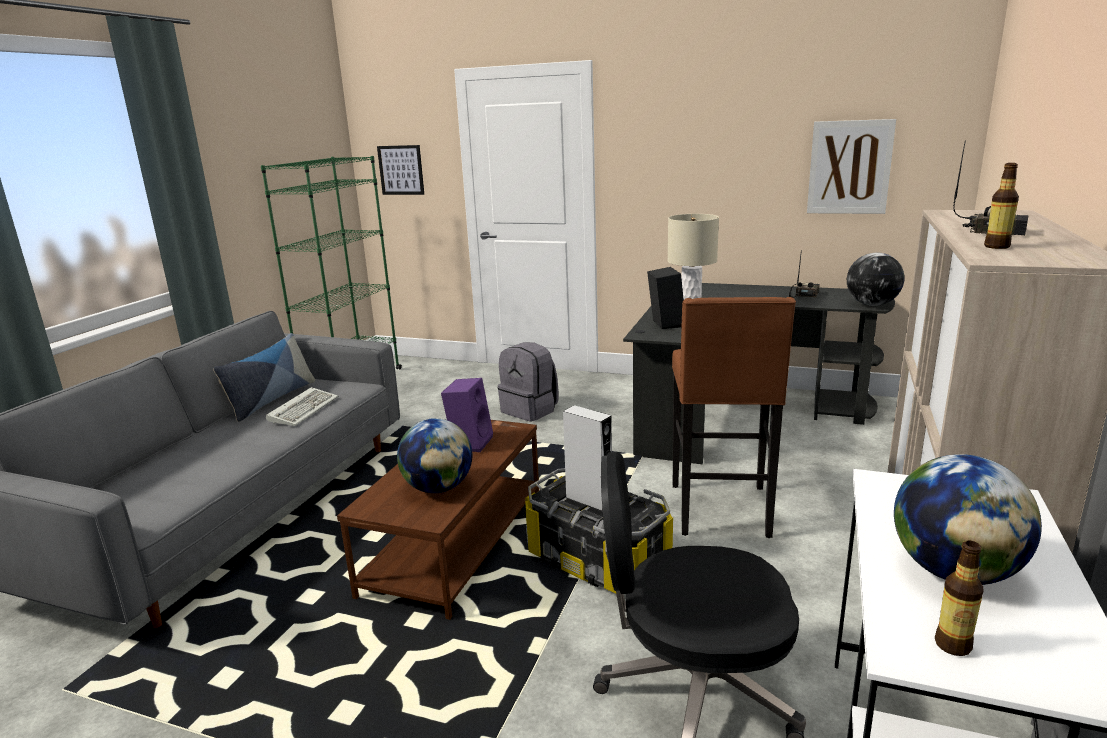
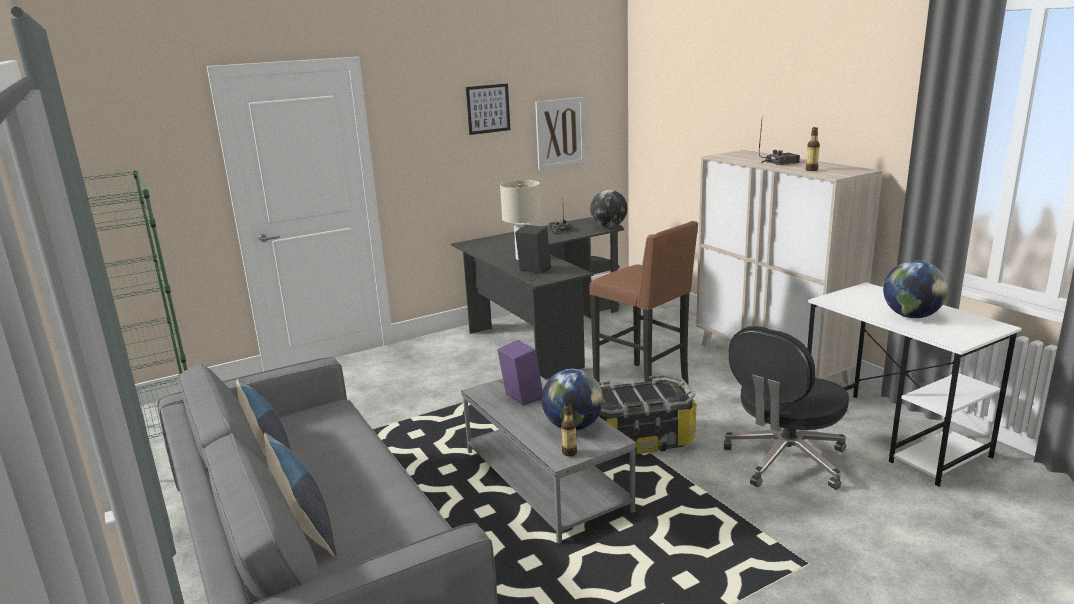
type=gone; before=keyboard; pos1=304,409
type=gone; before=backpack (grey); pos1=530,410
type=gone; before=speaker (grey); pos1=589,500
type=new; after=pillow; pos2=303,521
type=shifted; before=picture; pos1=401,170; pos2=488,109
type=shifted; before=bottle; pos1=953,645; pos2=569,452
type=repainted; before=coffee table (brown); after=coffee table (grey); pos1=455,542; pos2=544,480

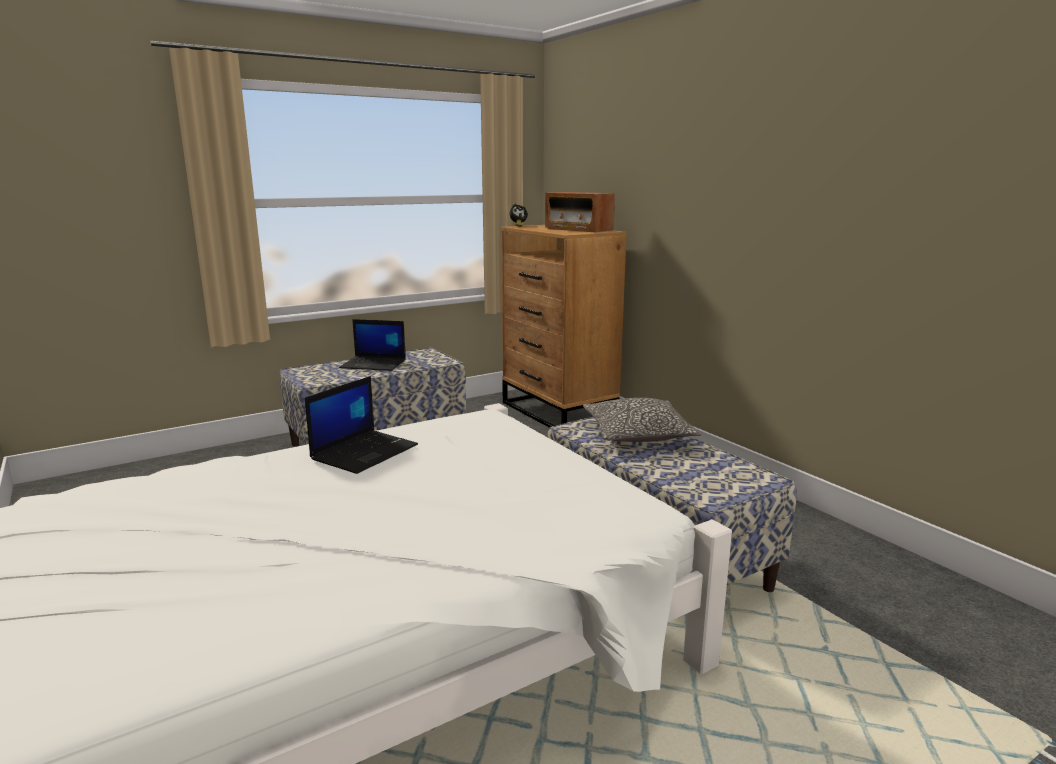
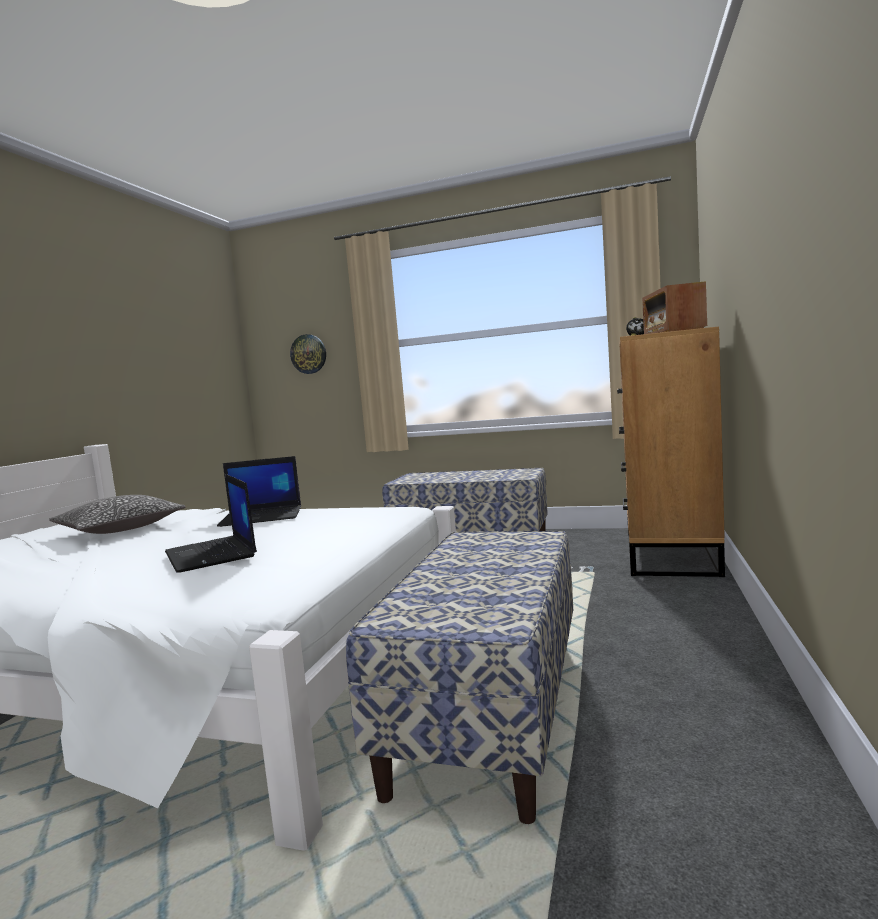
type=new; after=wall clock; pos2=308,354
type=shifted; before=laptop; pos1=374,364; pos2=212,554
type=shifted; before=pillow; pos1=638,434; pos2=120,529

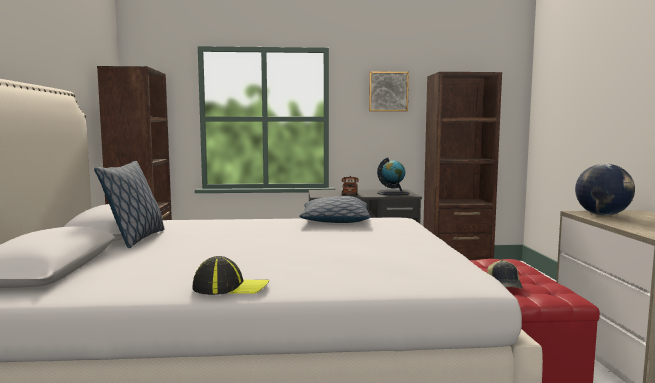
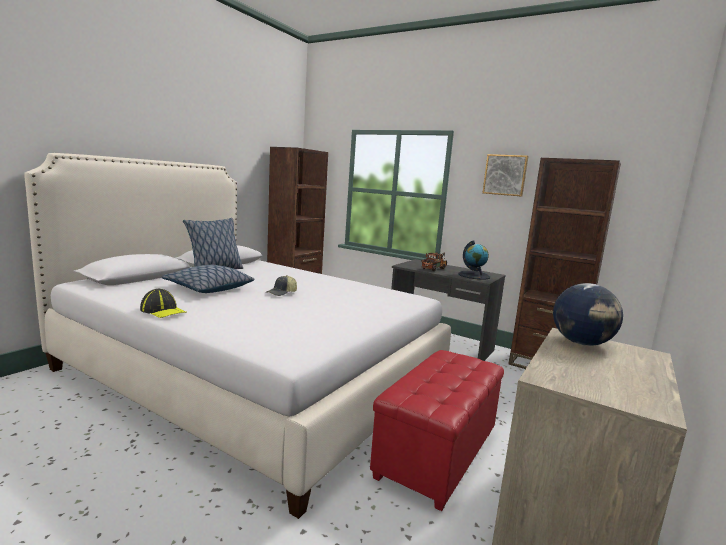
type=shifted; before=pillow; pos1=335,221; pos2=208,288
type=shifted; before=cap; pos1=504,284; pos2=282,293

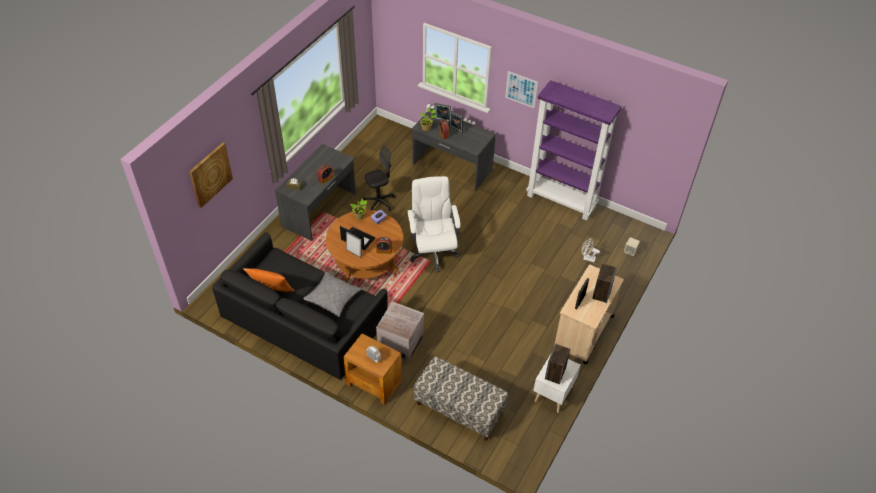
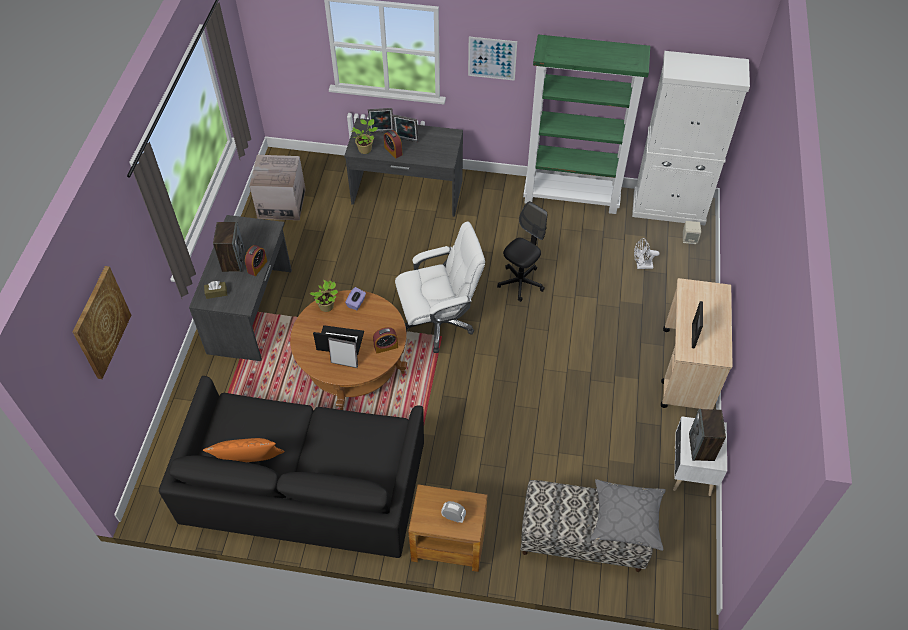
type=new; after=cabinet (white); pos2=669,208
type=shifted; before=pillow (grey); pos1=332,297; pos2=626,518
type=shifted; before=office chair (black); pos1=379,202; pos2=520,283
type=shifted; before=cardboard box; pos1=400,343; pos2=281,203
type=shifted; before=speaker; pos1=601,293; pos2=233,261
type=repainted; before=bookcase (purple); after=bookcase (green); pos1=562,201; pos2=572,197
type=rotated; before=office chair (white); pos1=433,252; pos2=439,322; turn=105

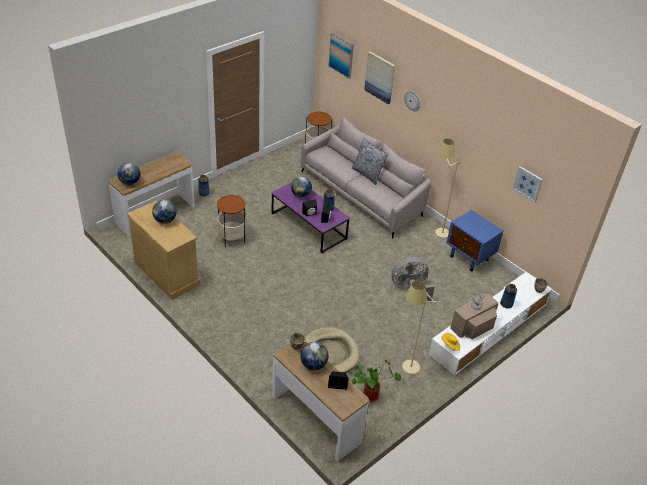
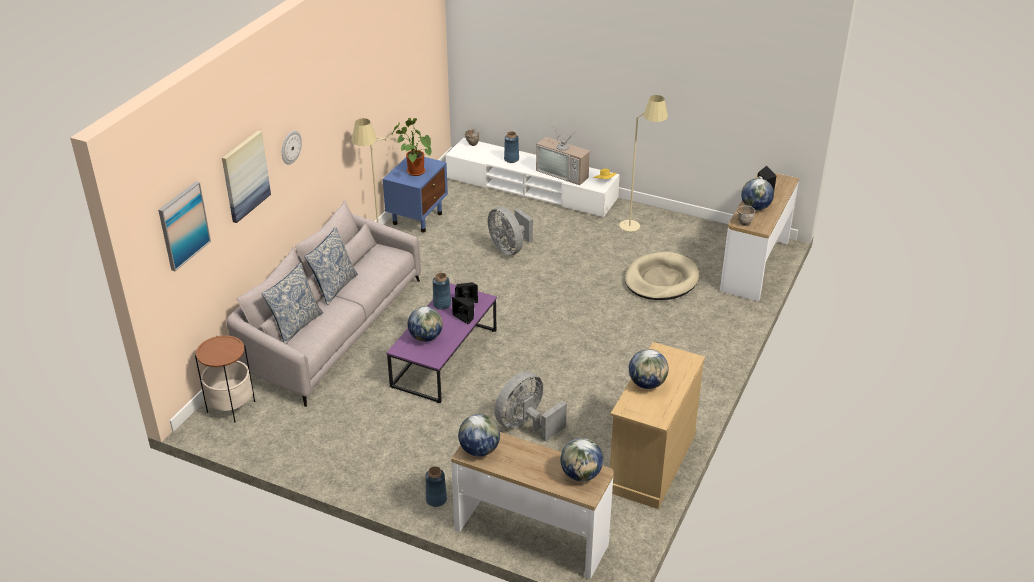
type=gone; before=picture; pos1=528,184
type=new; after=pillow; pos2=296,325
type=new; after=globe; pos2=479,450
type=shifted; before=potted plant; pos1=372,395; pos2=414,171
type=swapped; before=side table; after=fan (grey); pos1=231,238; pos2=526,425

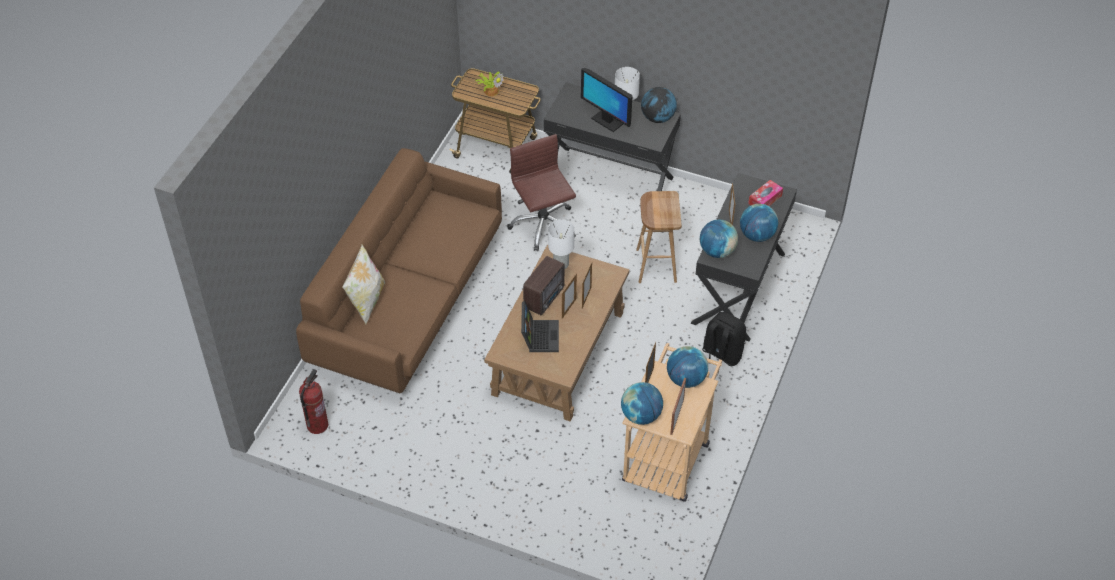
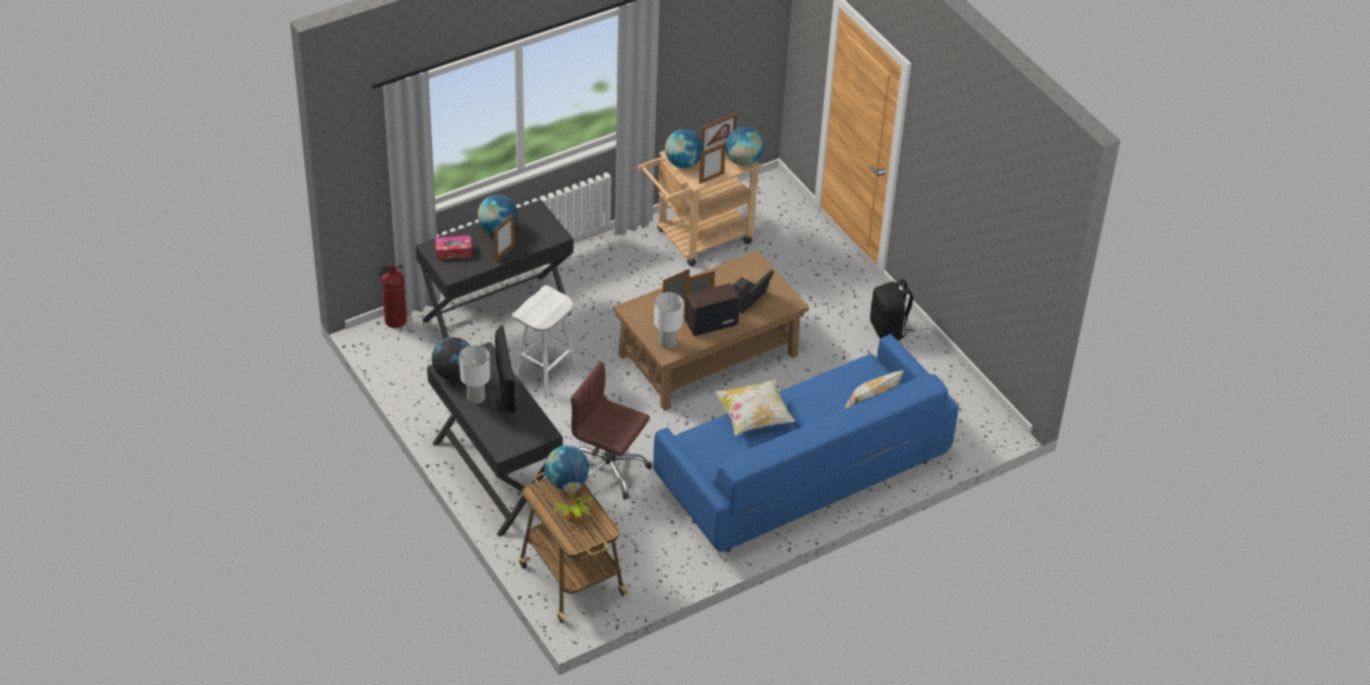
type=new; after=pillow; pos2=753,418
type=shifted; before=fire extinguisher; pos1=317,425; pos2=395,321
type=shifted; before=globe; pos1=717,251; pos2=567,482
type=shifted; before=backpack (black); pos1=721,355; pos2=889,330
type=repainted; before=sofa (brown); after=sofa (blue); pos1=410,300; pos2=800,473
type=repainted; before=stool (brown); after=stool (white); pos1=655,265; pos2=545,375
type=rotated; before=office chair (brown); pos1=542,225; pos2=608,470; turn=105

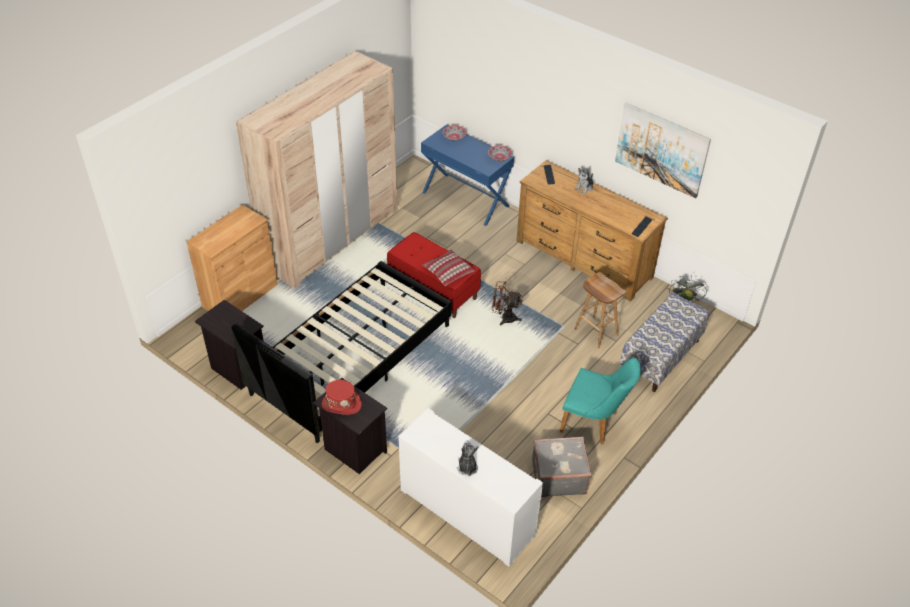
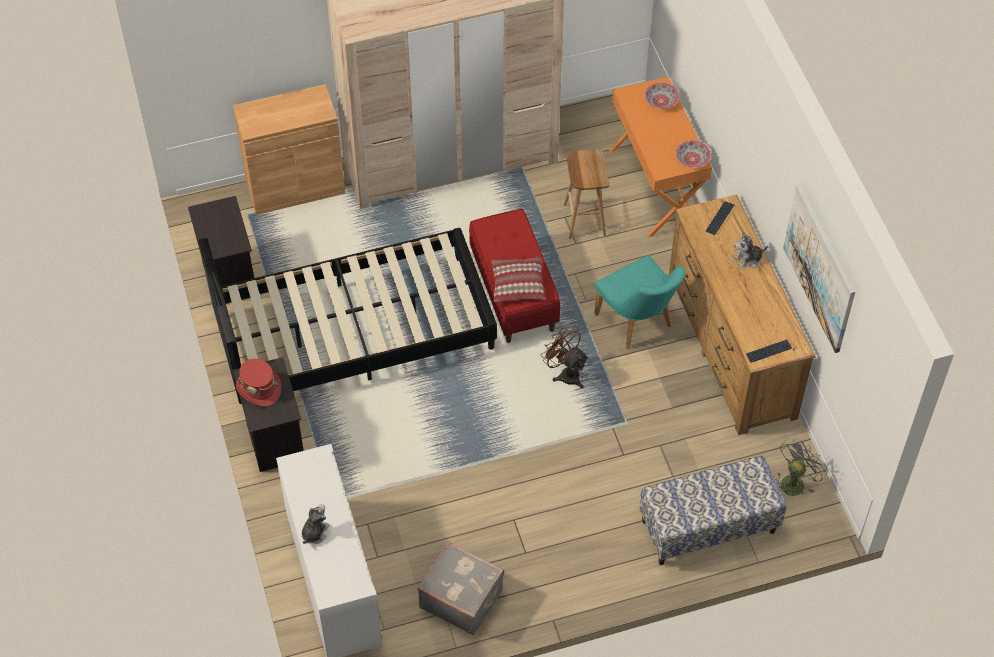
type=shifted; before=chair (turquoise); pos1=594,423; pos2=638,324
type=shifted; before=stool (brown); pos1=595,332; pos2=584,219
type=repainted; before=desk (blue); after=desk (orange); pos1=466,199; pos2=656,186

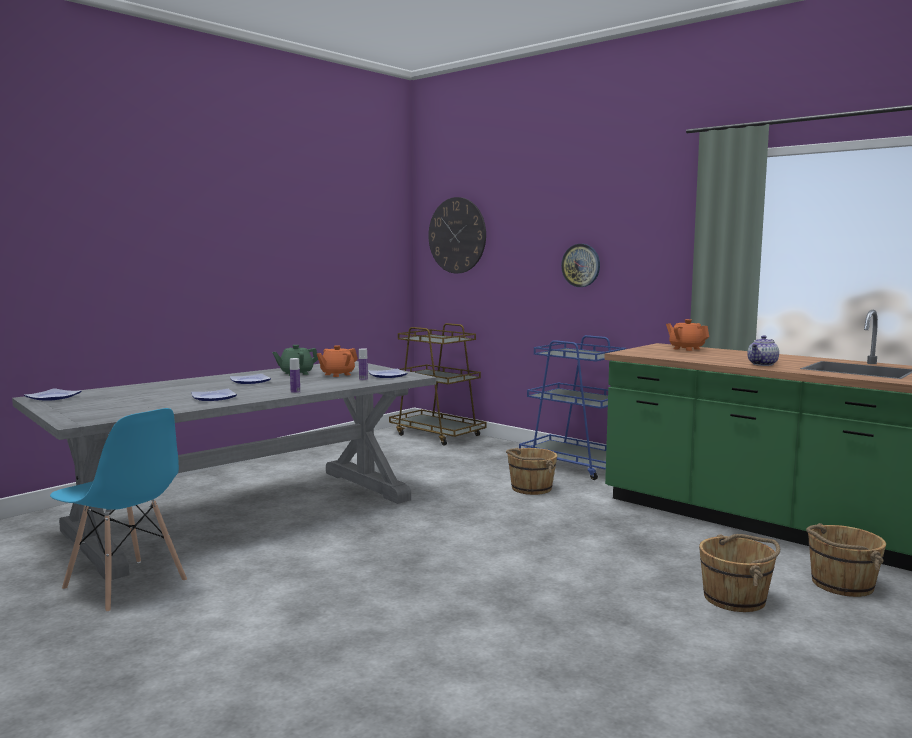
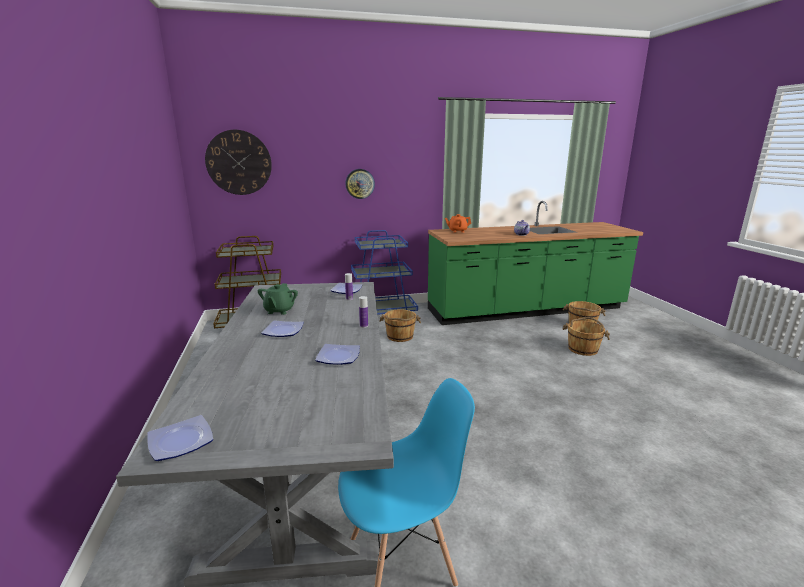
type=gone; before=teapot (orange); pos1=337,374

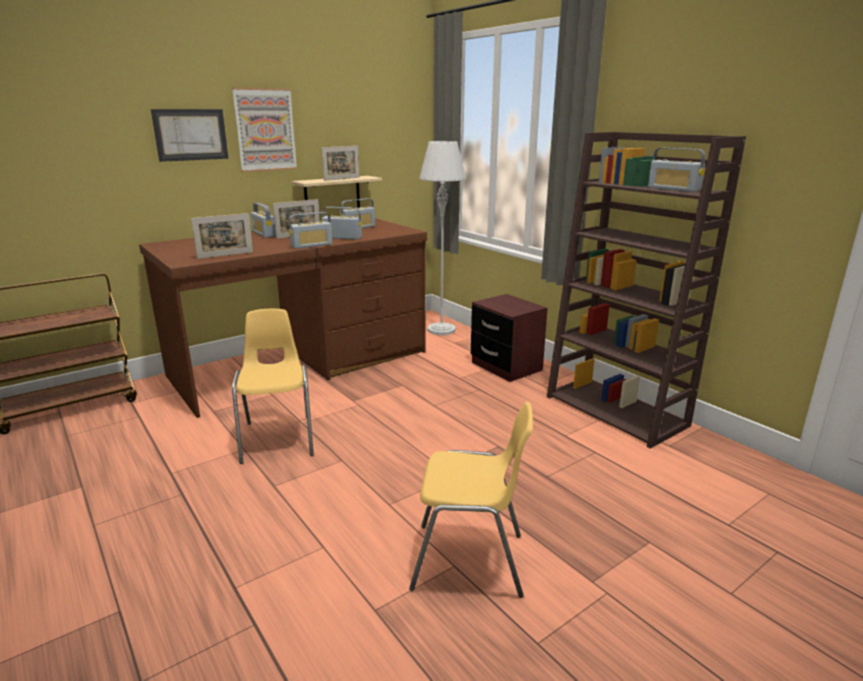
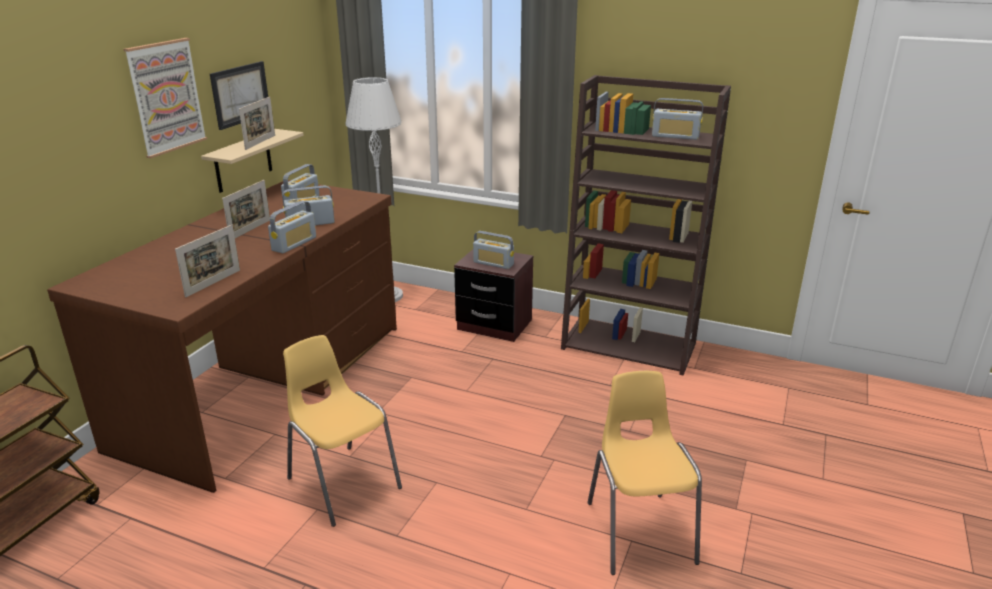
type=shifted; before=picture; pos1=191,134; pos2=240,94
type=shifted; before=radio; pos1=264,234; pos2=493,263
type=rotated; before=chair (yellow); pos1=469,561; pos2=639,531; turn=-75

